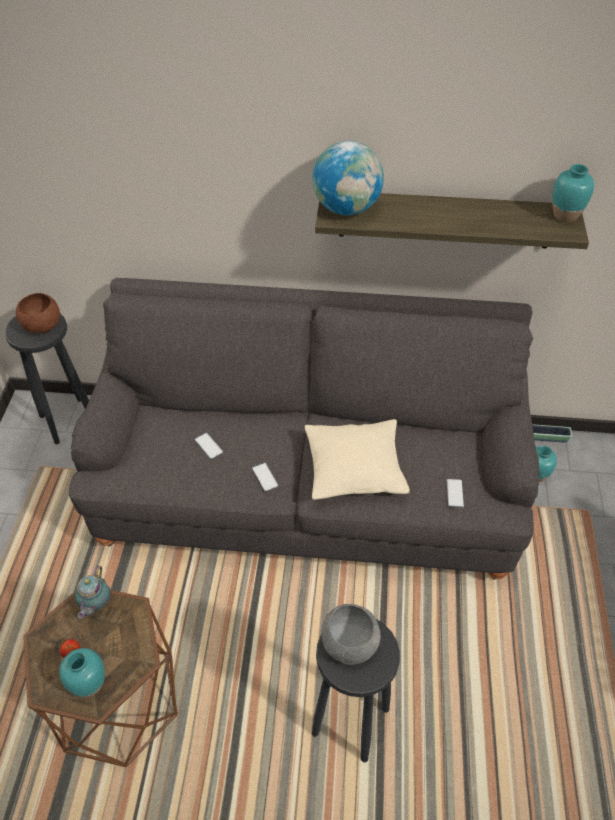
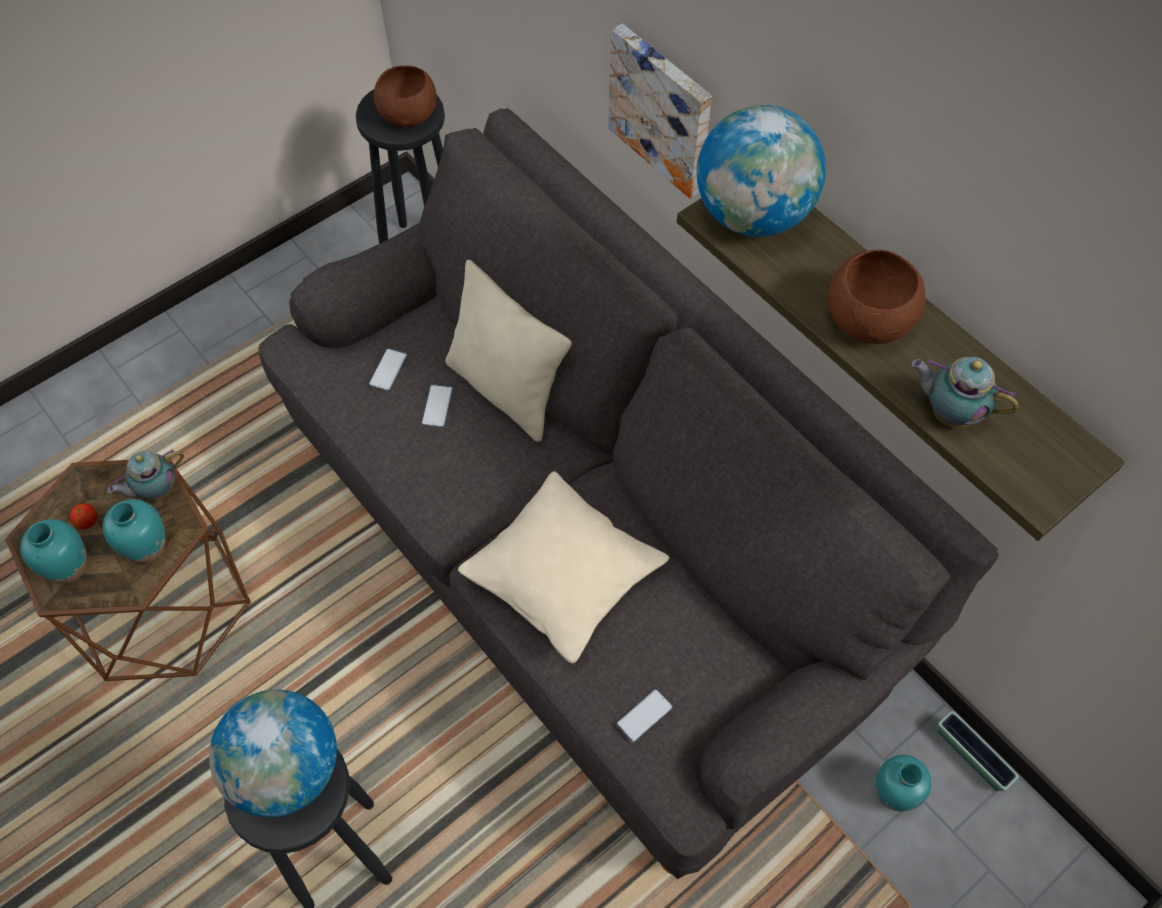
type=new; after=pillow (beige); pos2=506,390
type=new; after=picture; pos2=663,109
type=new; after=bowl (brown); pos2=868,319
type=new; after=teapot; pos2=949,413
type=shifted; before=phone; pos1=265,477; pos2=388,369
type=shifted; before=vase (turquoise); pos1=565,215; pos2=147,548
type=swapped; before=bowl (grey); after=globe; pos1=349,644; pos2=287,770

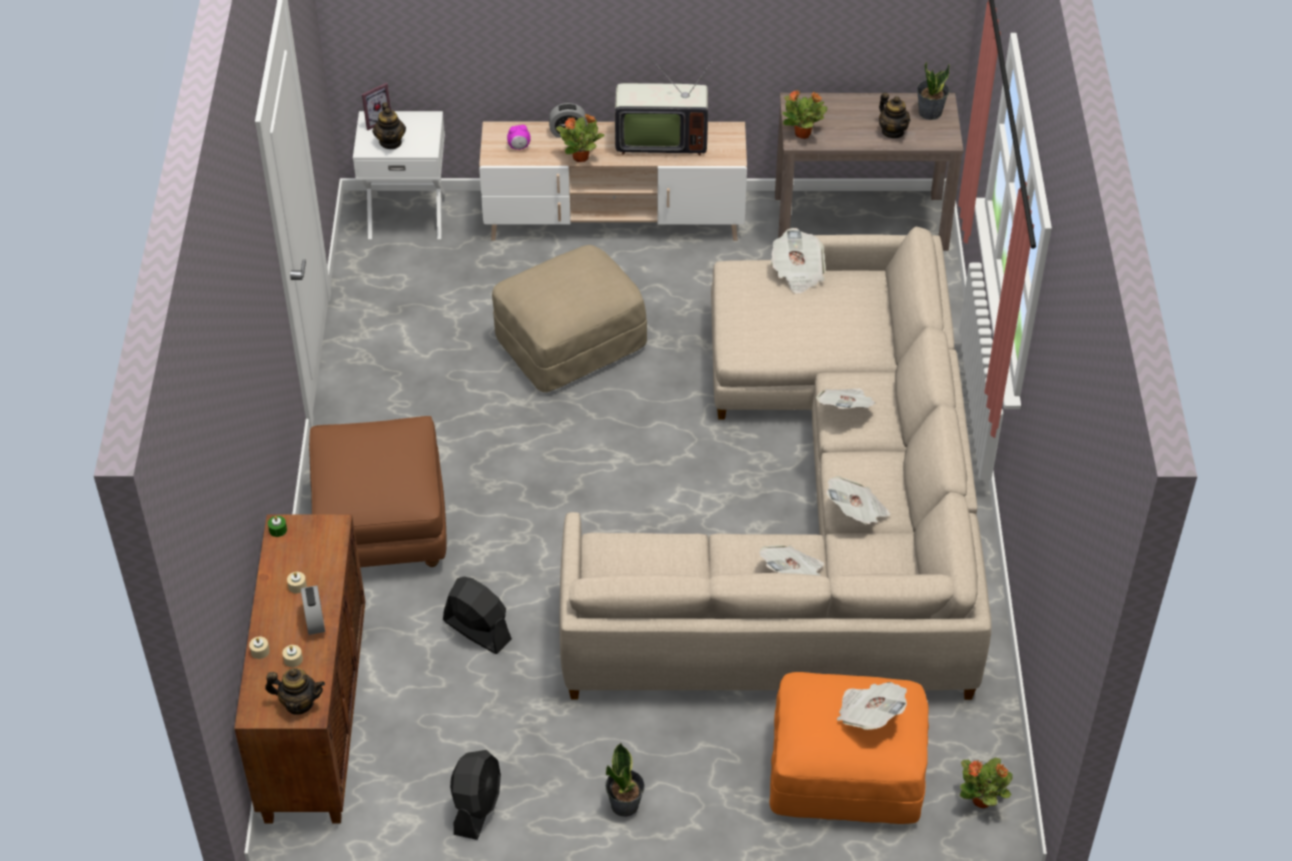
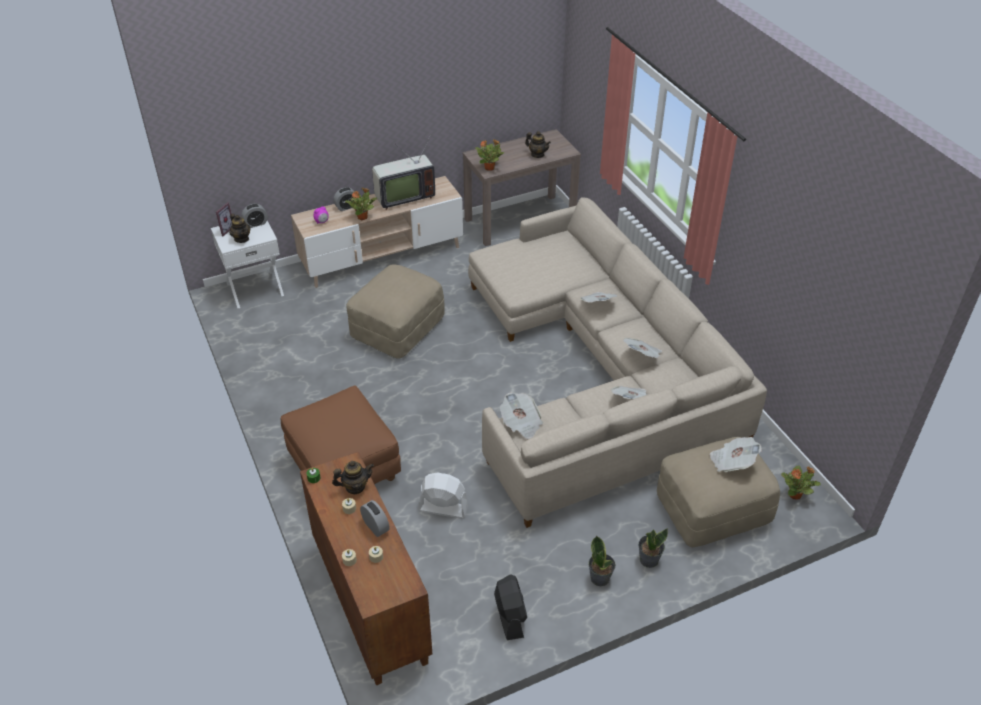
type=new; after=alarm clock; pos2=255,224
type=shifted; before=teapot; pos1=299,703; pos2=355,487
type=shifted; before=newspaper; pos1=797,273; pos2=521,423
type=shifted; before=potted plant; pos1=930,112; pos2=648,559
type=repainted; before=fan (black); after=fan (white); pos1=477,630; pos2=442,508
type=repainted; before=ottoman (orange); after=ottoman (beige); pos1=847,772; pos2=713,508

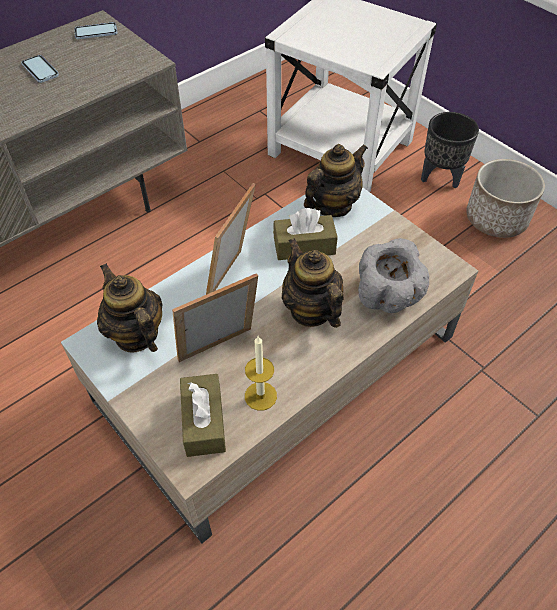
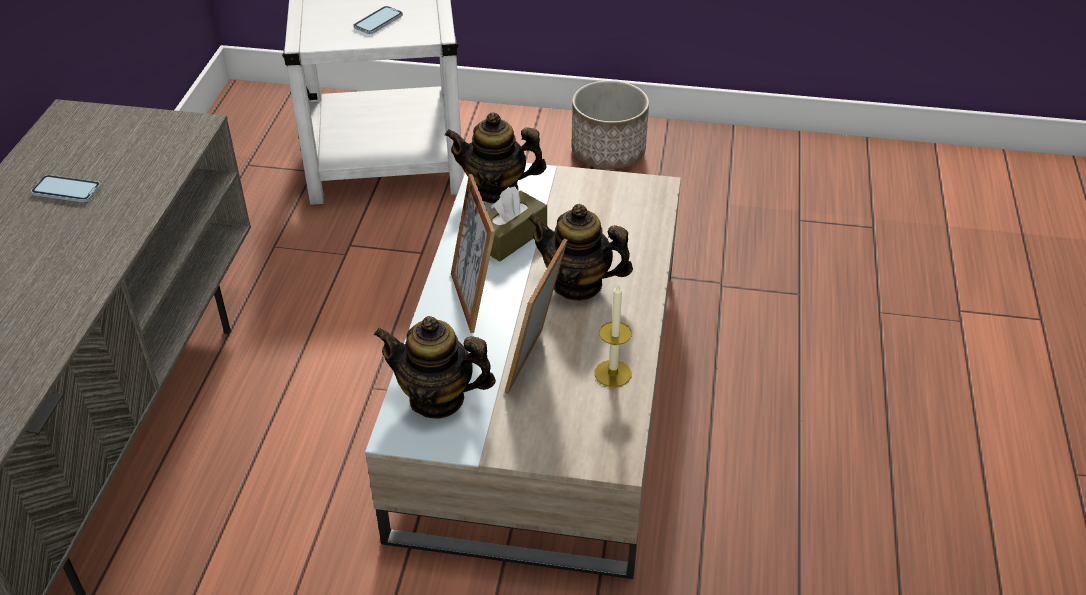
type=gone; before=tissue box (brown); pos1=204,422
type=gone; before=bowl (grey); pos1=388,295
type=gone; before=planter (black); pos1=440,177
type=shifted; before=phone; pos1=96,32; pos2=378,22
type=rotated; before=teapot; pos1=332,205; pos2=496,190; turn=-90

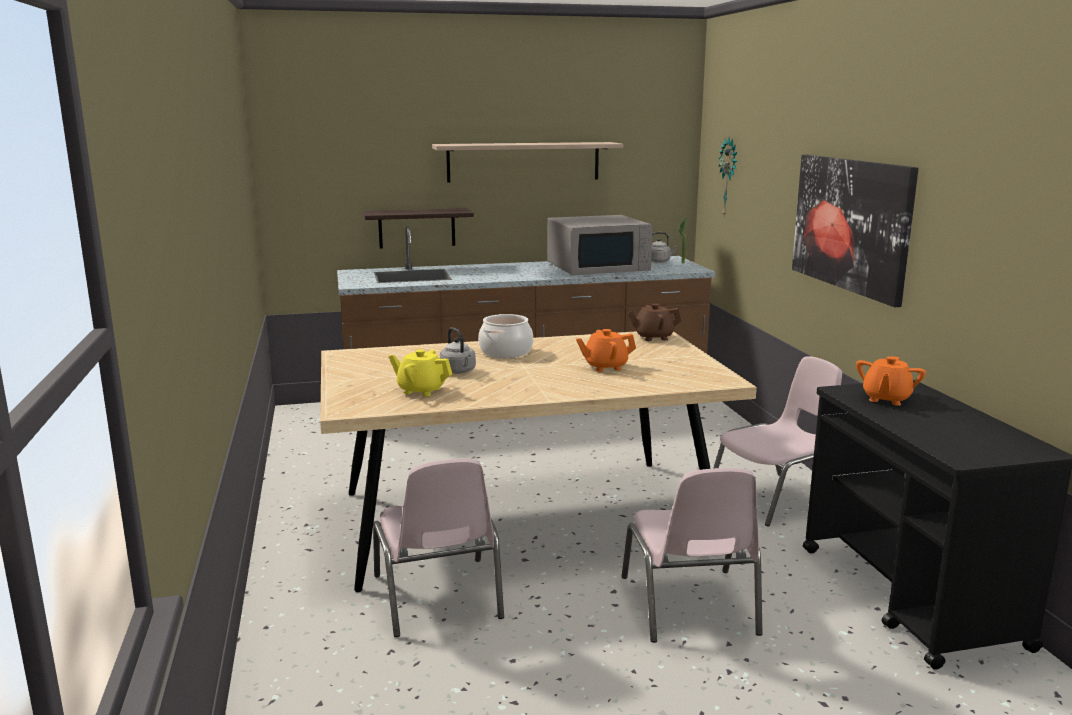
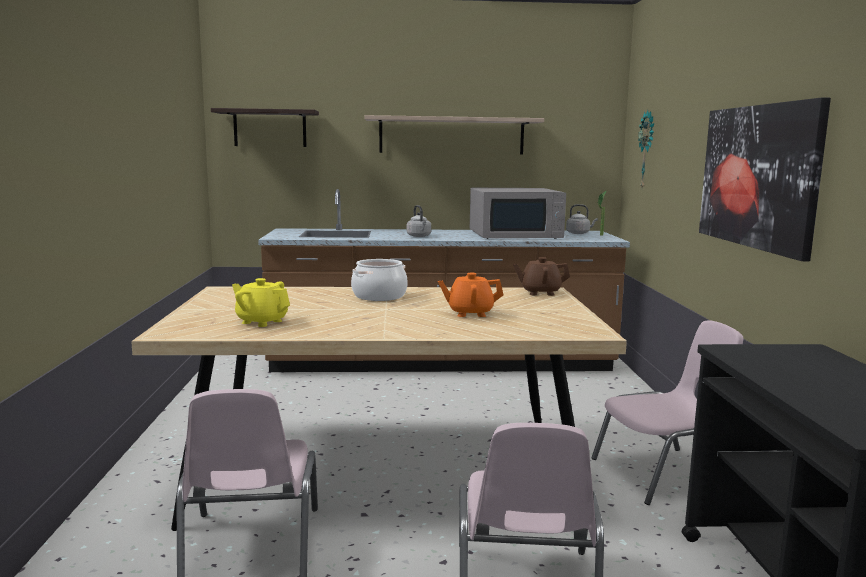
type=gone; before=teapot (orange); pos1=886,399
type=shifted; before=shelf; pos1=417,228; pos2=270,128
type=shifted; before=kettle (grey); pos1=459,371; pos2=419,236

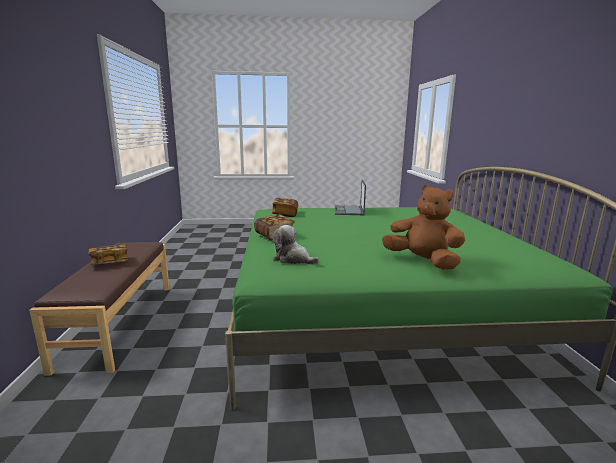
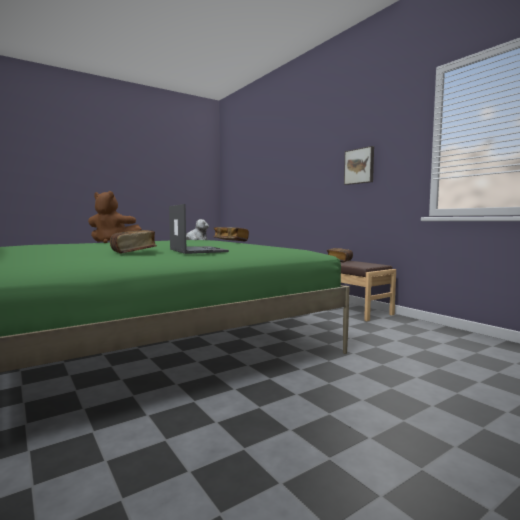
type=new; after=picture; pos2=359,166
type=shifted; before=book; pos1=285,214; pos2=133,252

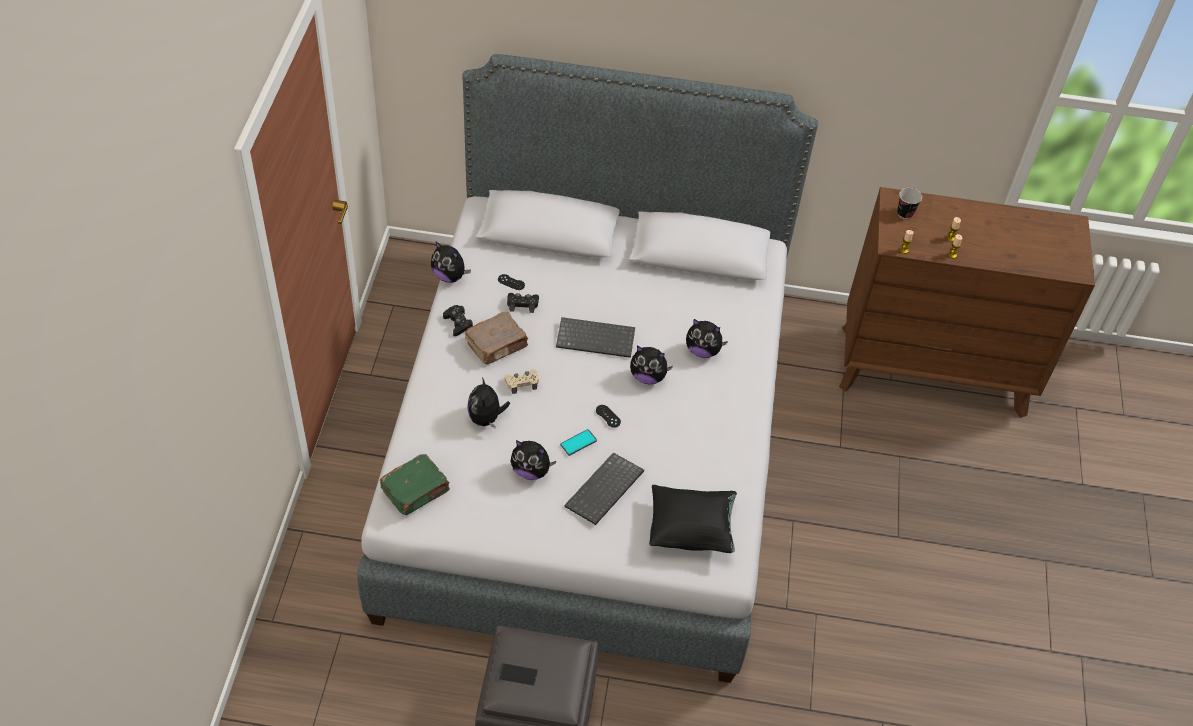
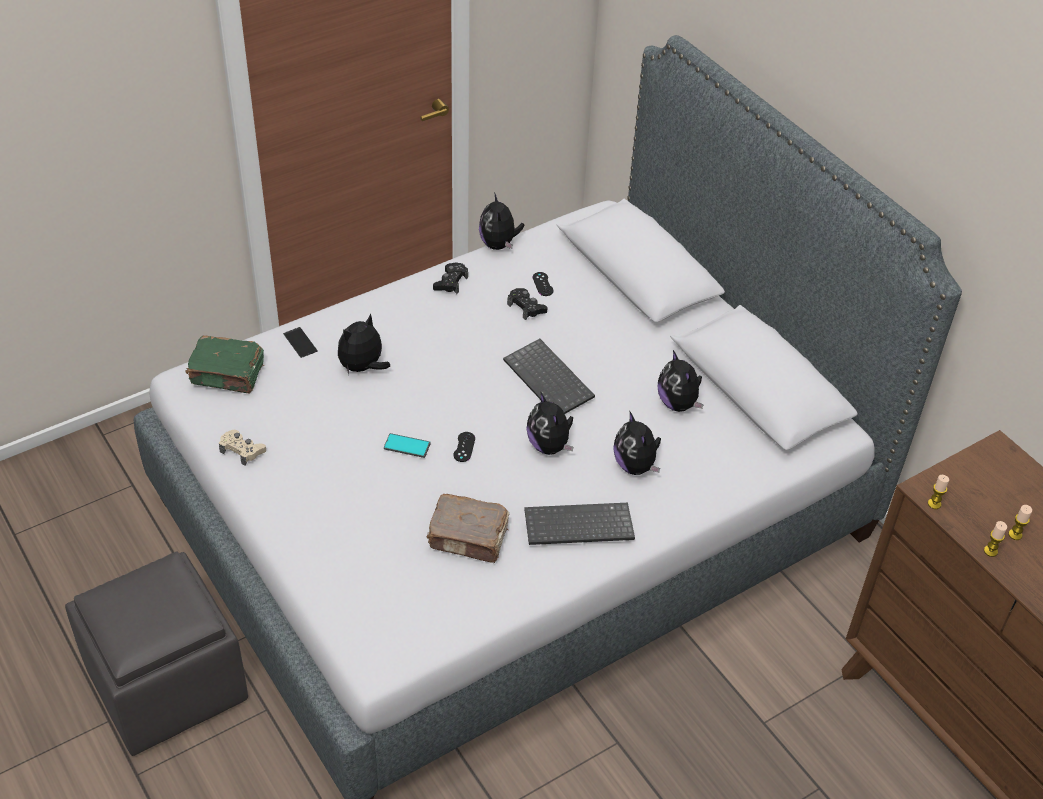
type=gone; before=pillow (black); pos1=691,530
type=gone; before=cup; pos1=905,213
type=shifted; before=book (brown); pos1=497,345; pos2=469,538
type=shifted; before=phone; pos1=517,674; pos2=300,342
type=shifted; before=game controller (beige); pos1=522,383; pos2=242,450
type=shifted; before=plush toy; pos1=531,471; pos2=678,403
type=shifted; before=keyboard; pos1=605,491; pos2=577,527

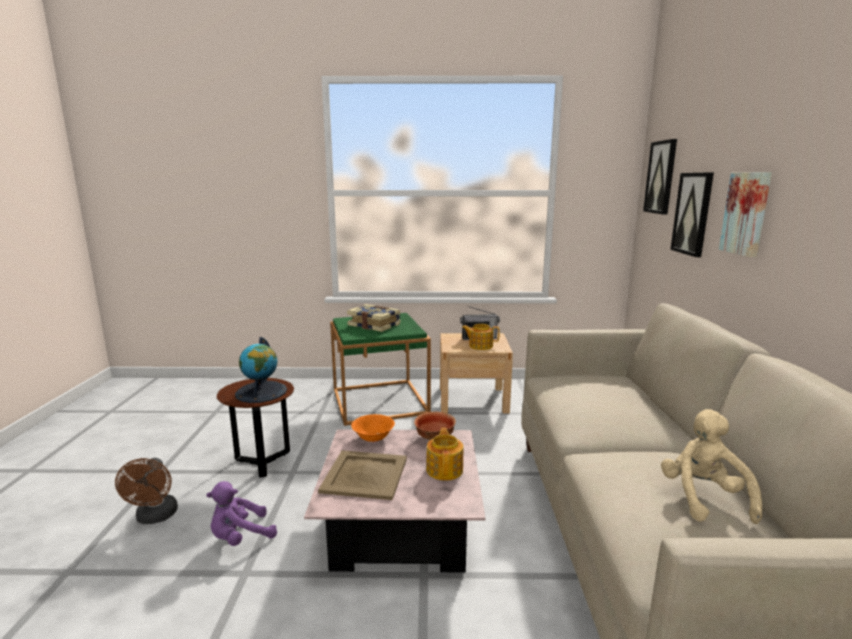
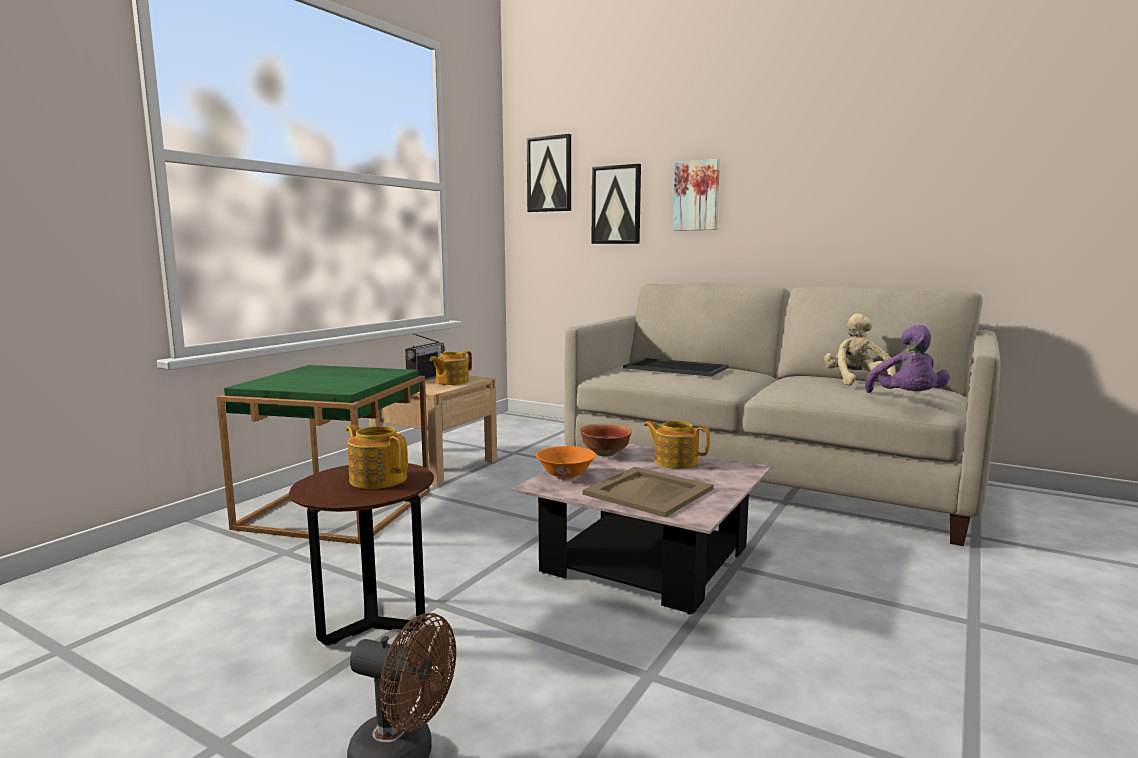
type=gone; before=book; pos1=375,325
type=new; after=tray; pos2=674,368
type=shifted; before=plush toy (purple); pos1=240,537; pos2=906,399
type=swapped; before=globe; after=teapot; pos1=261,392; pos2=378,479
type=rotated; before=plush toy (beige); pos1=703,498; pos2=856,382; turn=60

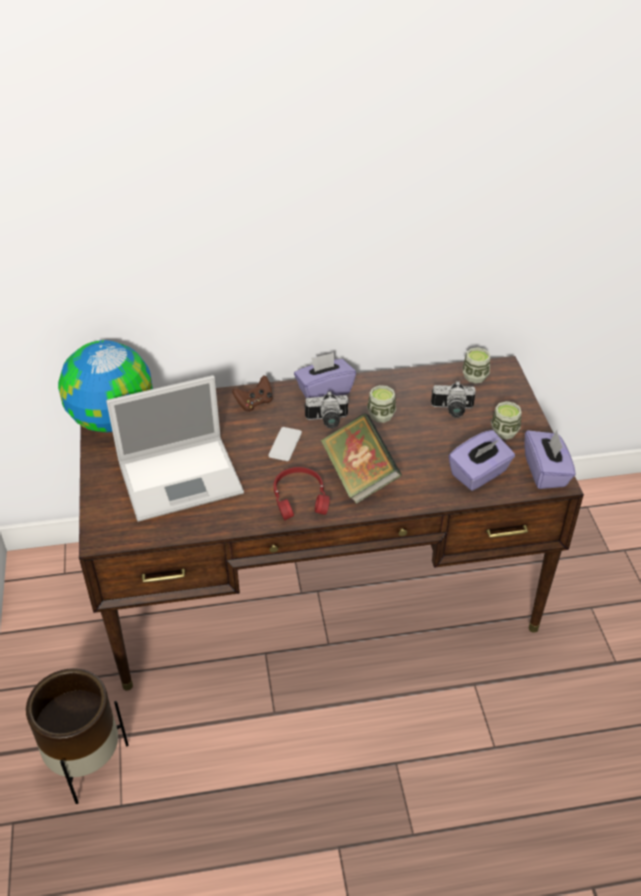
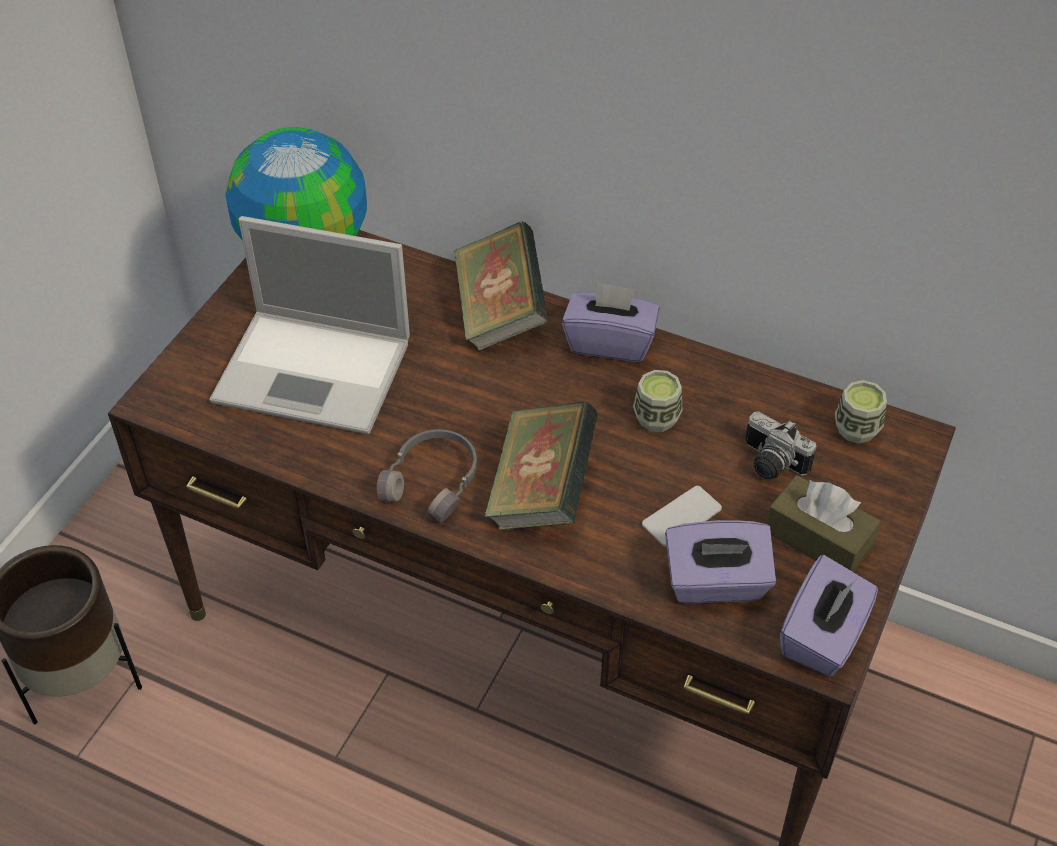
type=gone; before=photo camera; pos1=327,421
type=shifted; before=phone; pos1=285,444; pos2=681,517
type=swapped; before=game controller (brown); after=book; pos1=254,403; pos2=500,313
type=swapped; before=cup; after=tissue box (brown); pos1=504,431; pos2=818,539
type=repainted; before=headphones (red); after=headphones (grey); pos1=300,498; pos2=434,481

